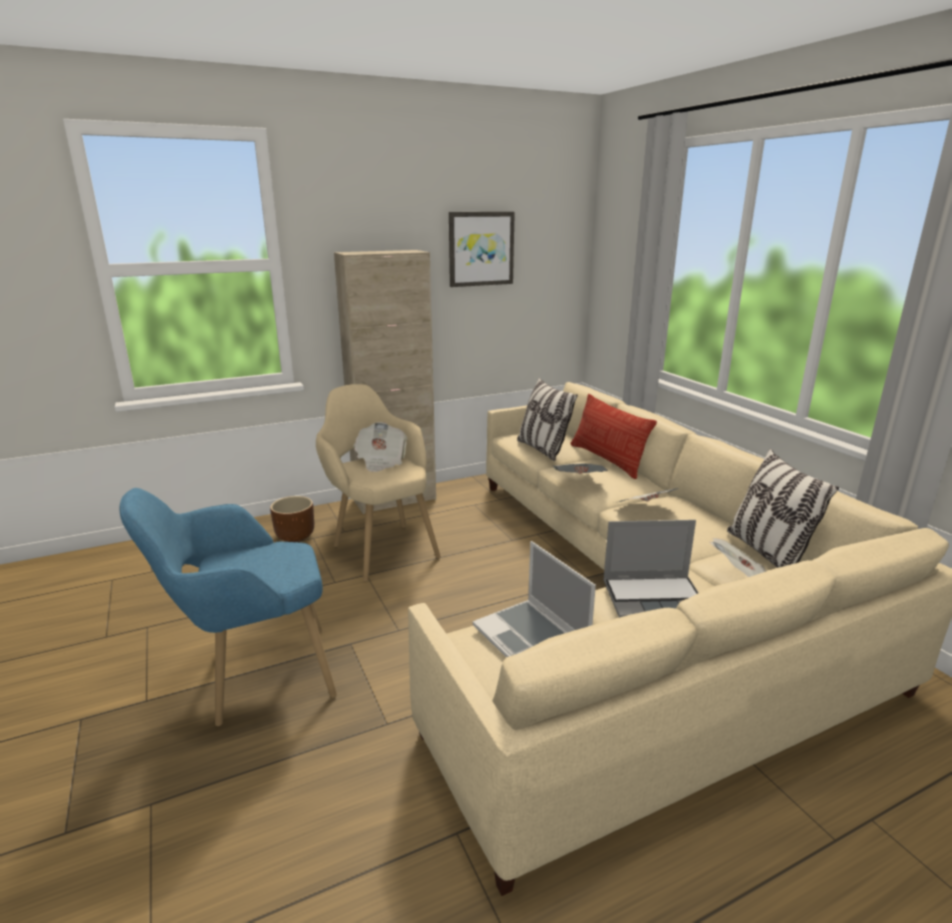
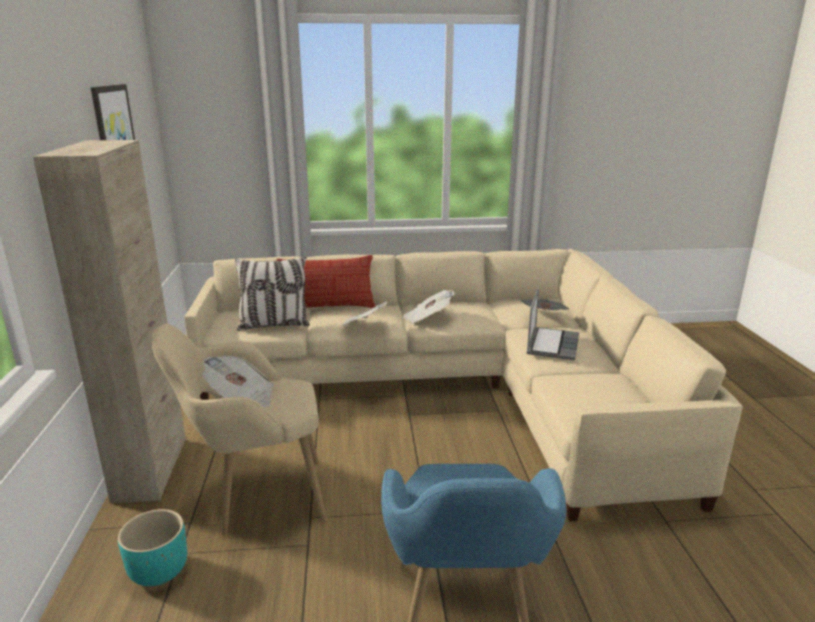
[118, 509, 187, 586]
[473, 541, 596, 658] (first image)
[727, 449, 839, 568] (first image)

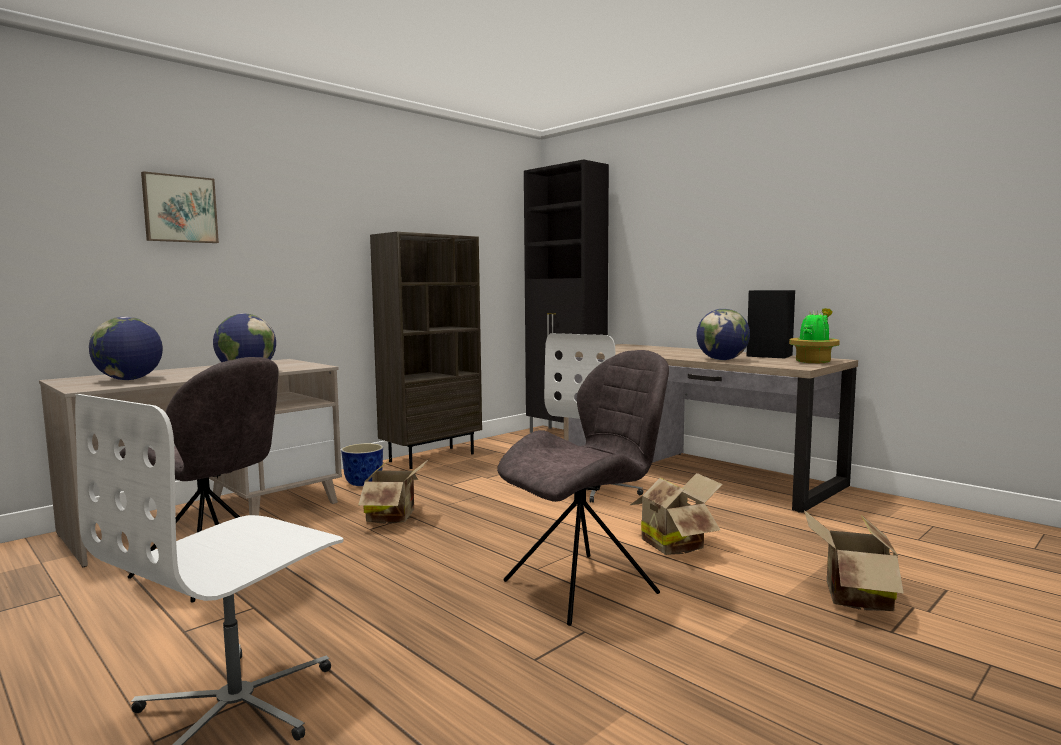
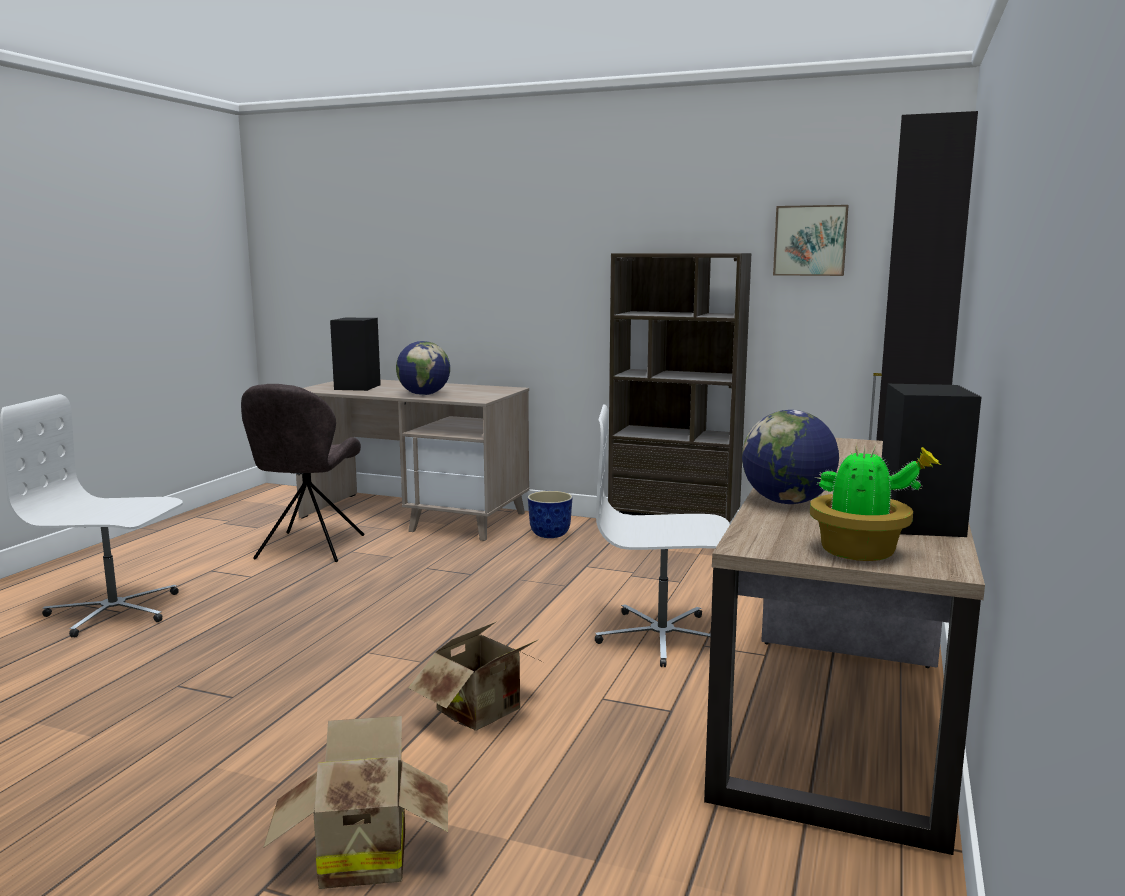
[330, 318, 381, 391]
[773, 205, 849, 276]
[358, 457, 430, 524] (first image)
[497, 350, 669, 626] (first image)

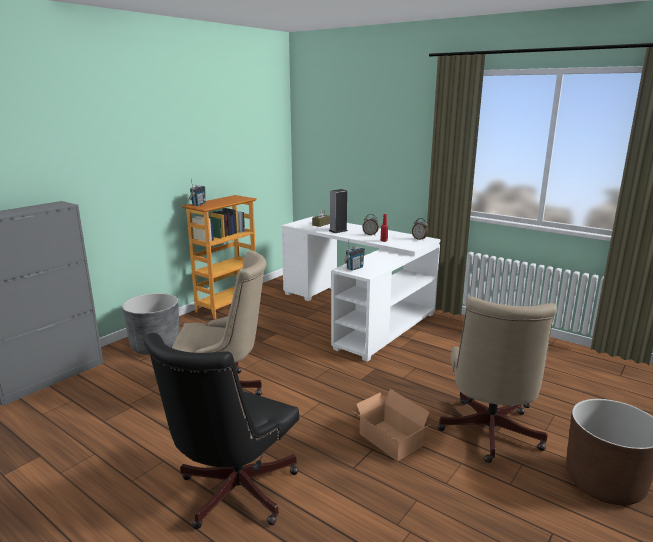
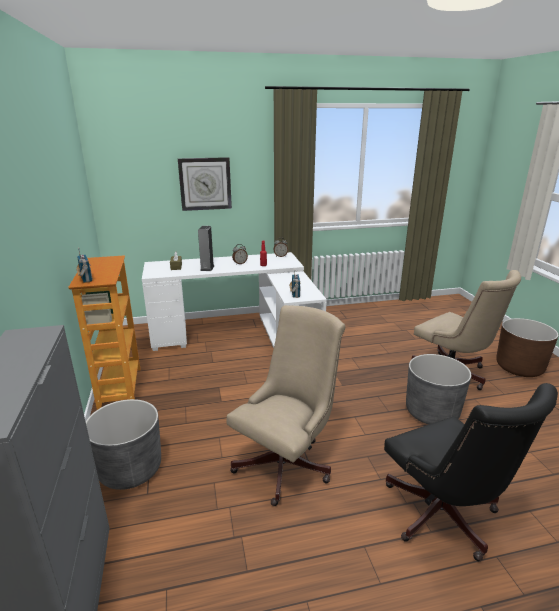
[178, 157, 232, 211]
[406, 354, 471, 425]

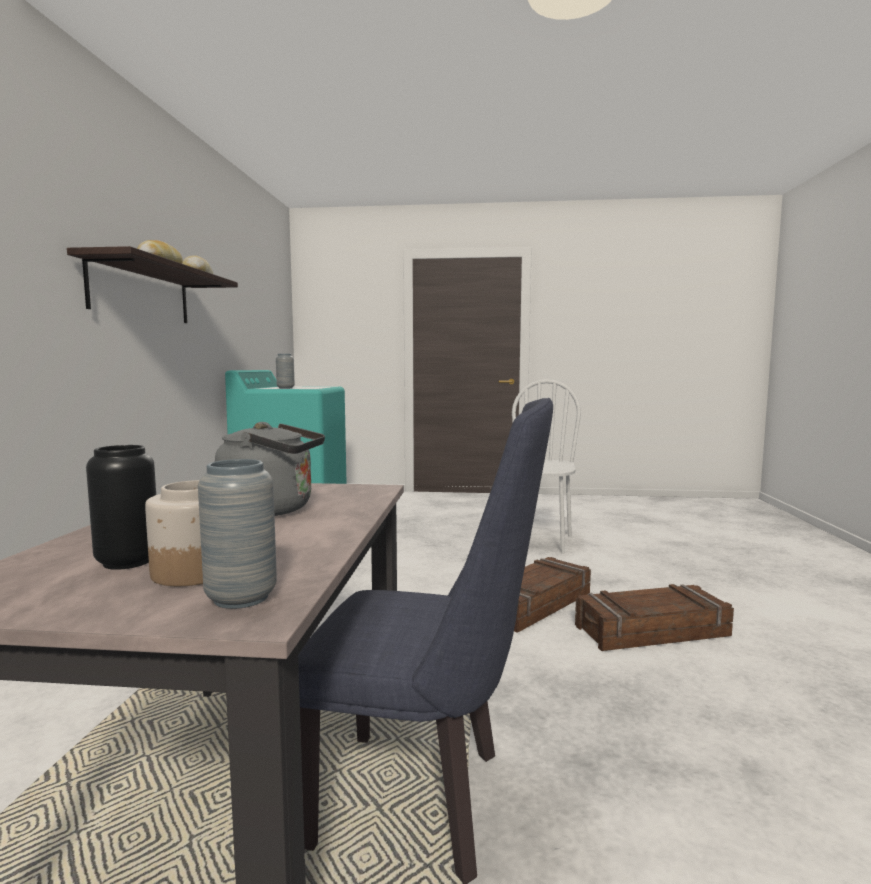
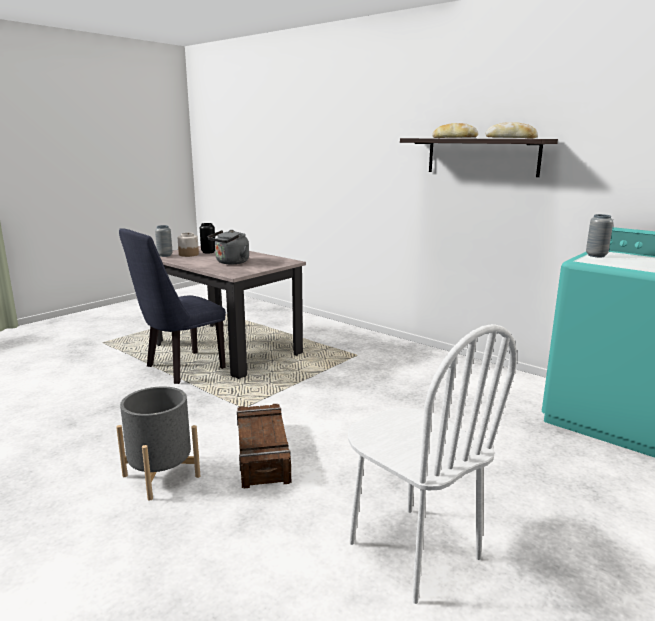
[116, 386, 200, 501]

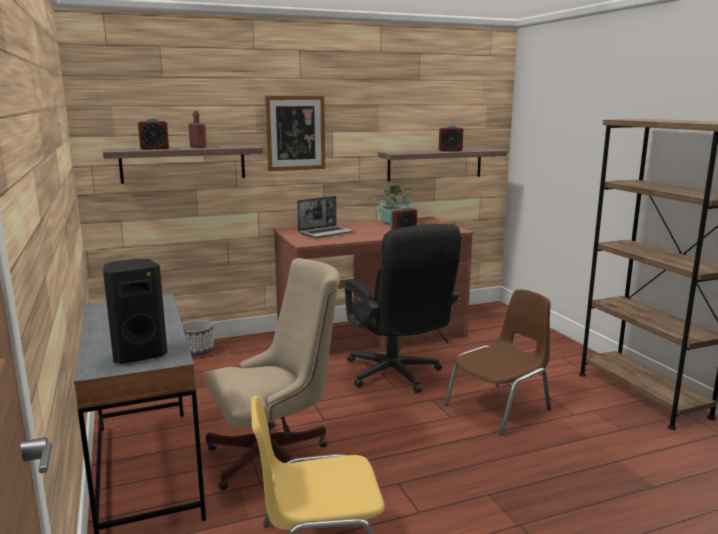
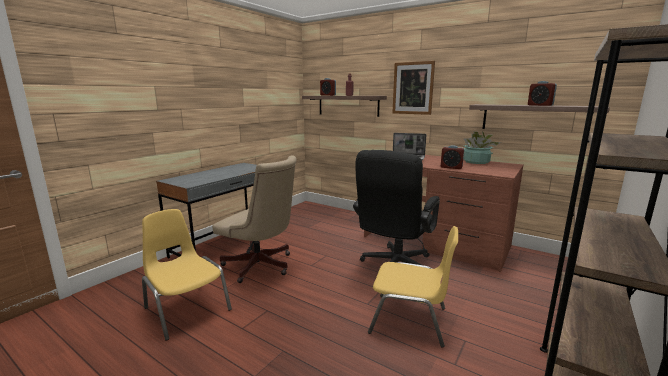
[368, 226, 458, 348]
[103, 259, 168, 364] (first image)
[182, 320, 215, 356] (first image)

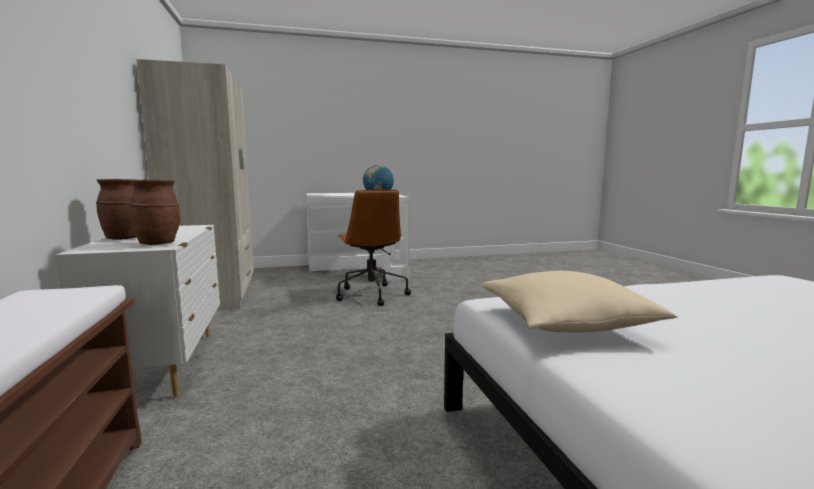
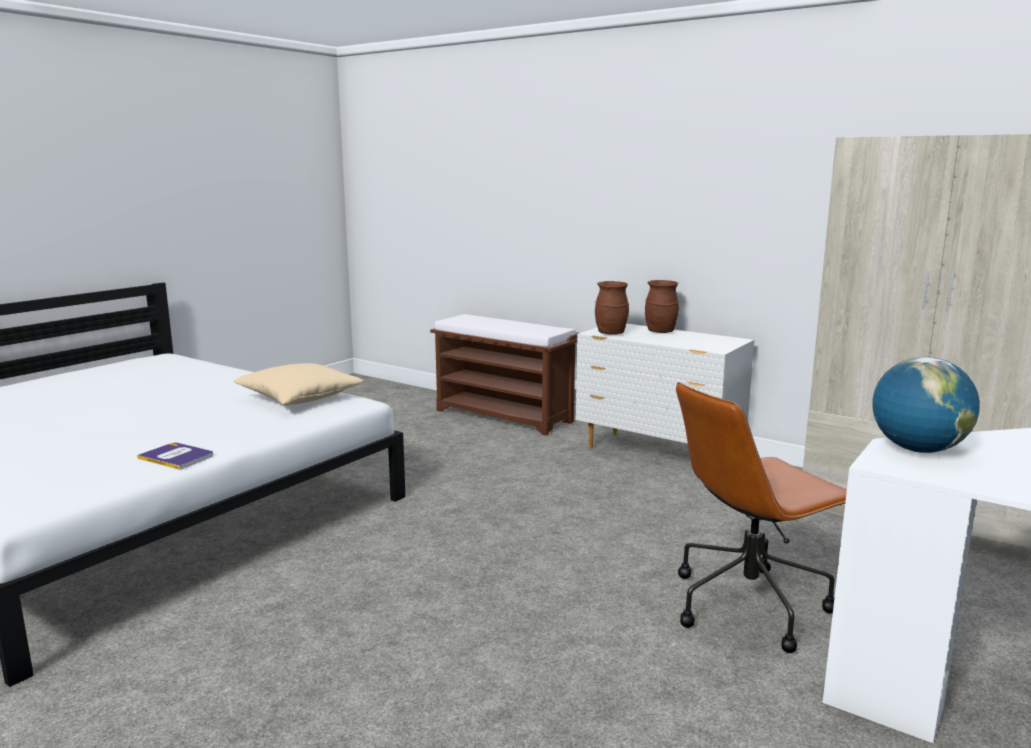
[137, 443, 213, 470]
[676, 382, 847, 653]

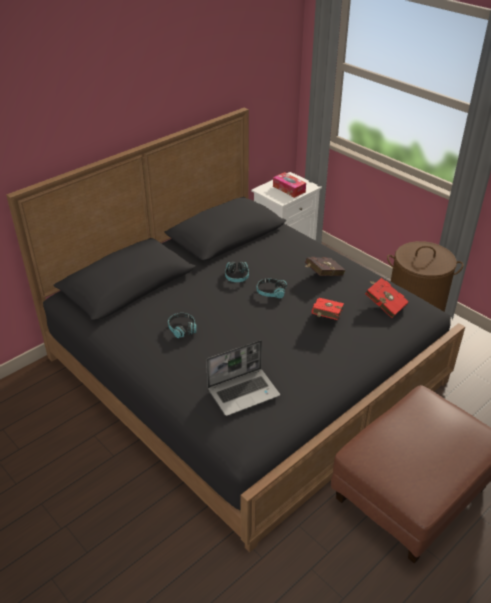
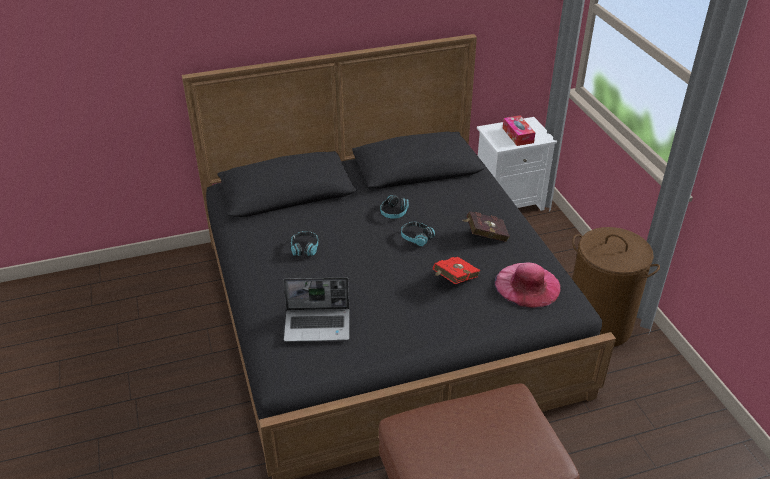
[495, 263, 561, 308]

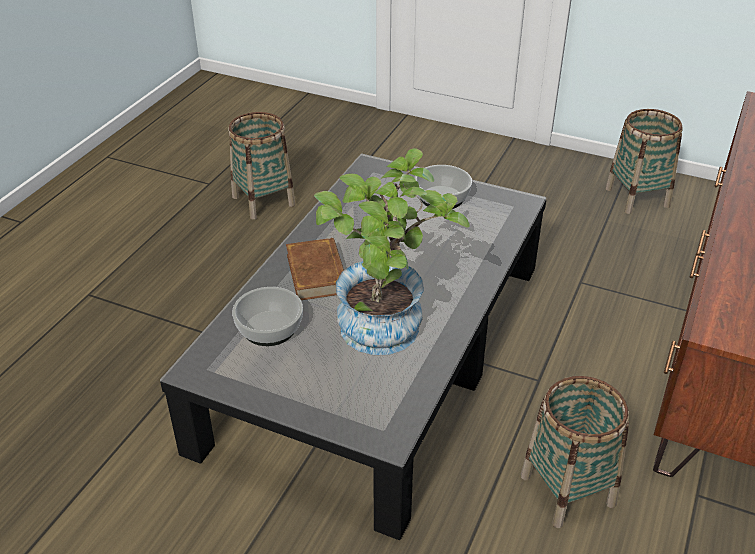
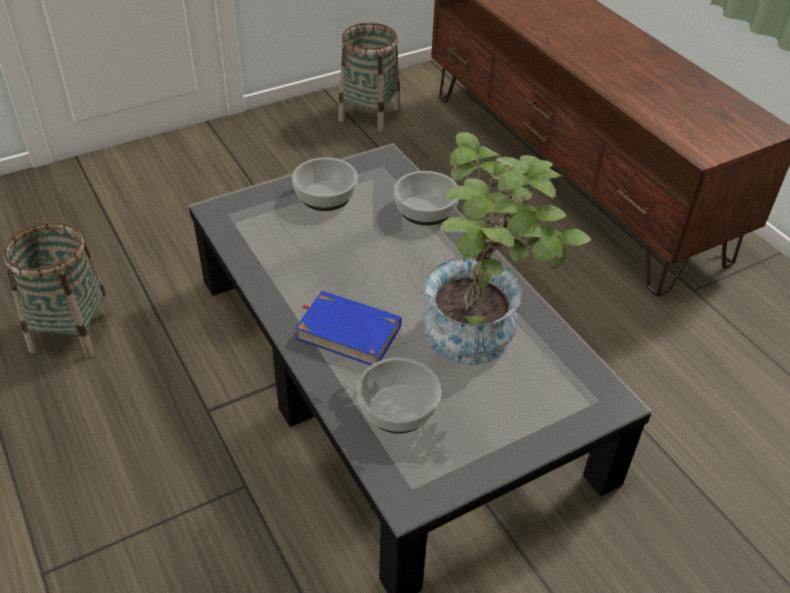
[295, 291, 402, 365]
[393, 171, 459, 226]
[521, 376, 629, 528] (first image)

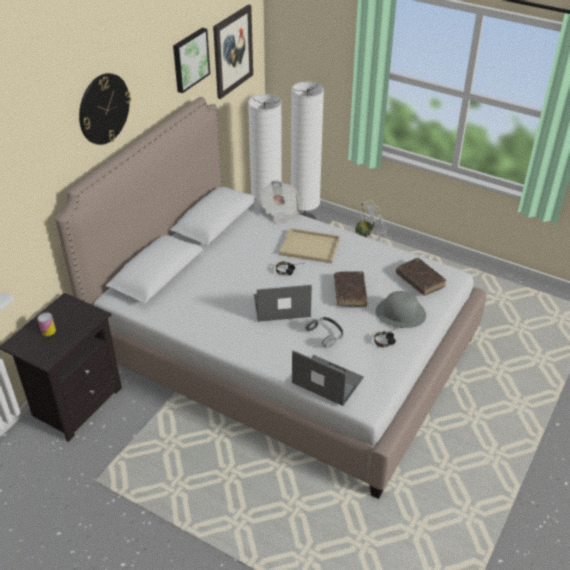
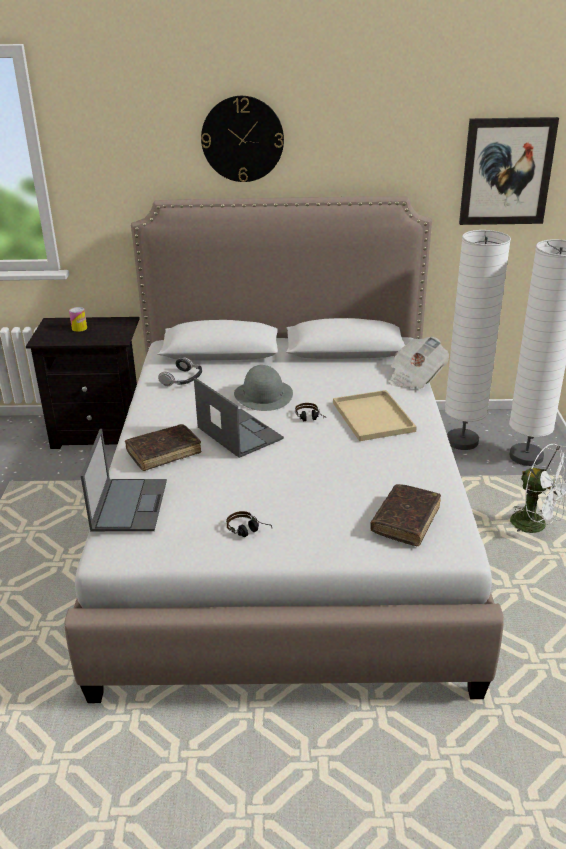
[125, 424, 201, 471]
[158, 357, 202, 386]
[234, 365, 293, 411]
[173, 28, 210, 93] (first image)

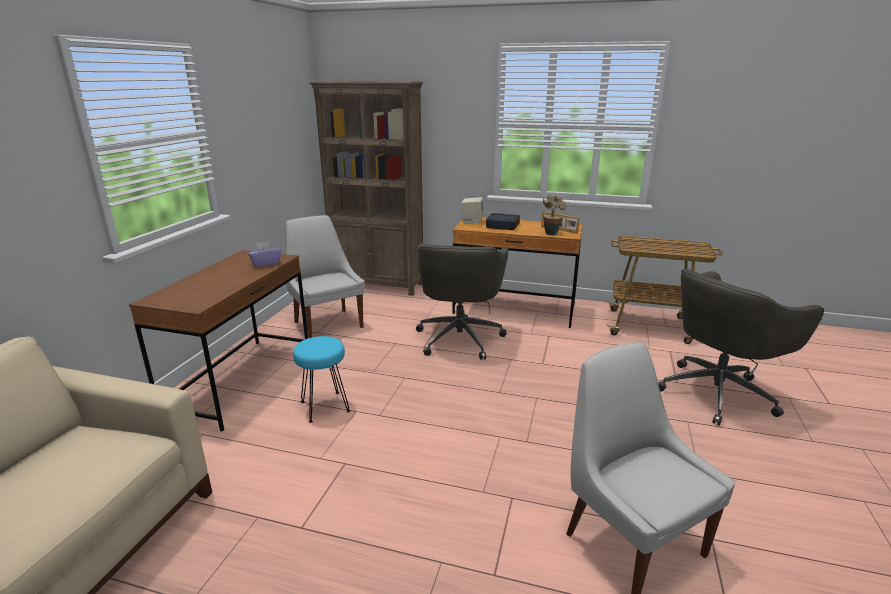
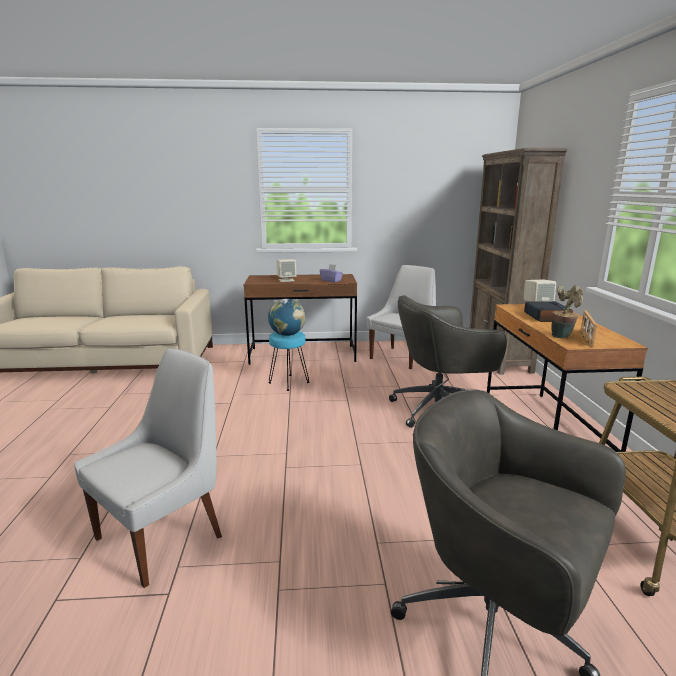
[268, 299, 305, 336]
[276, 259, 297, 282]

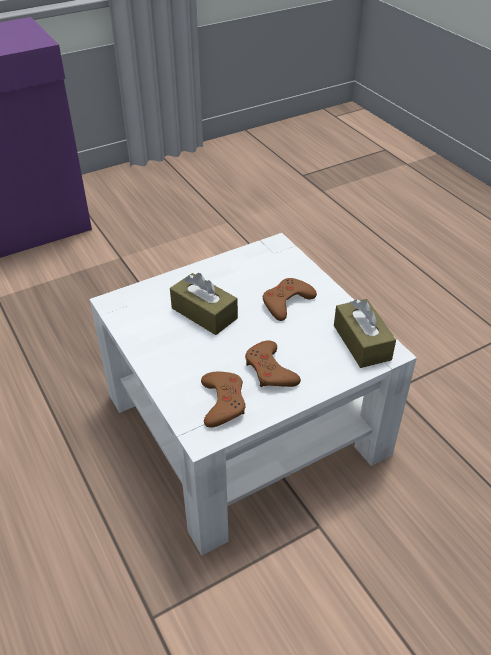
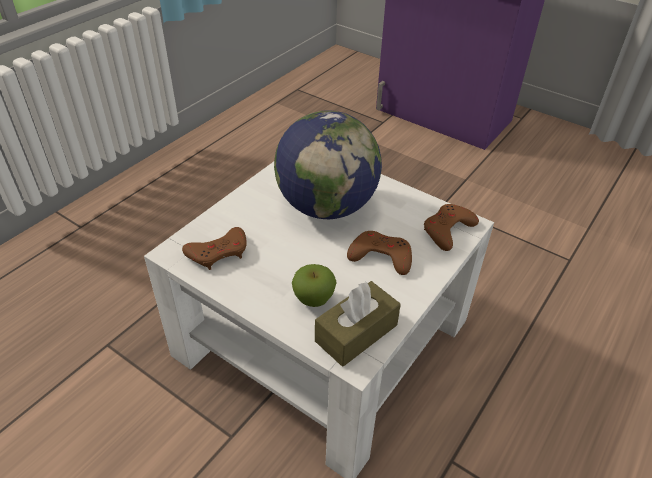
[274, 110, 382, 219]
[292, 264, 337, 307]
[424, 204, 479, 251]

